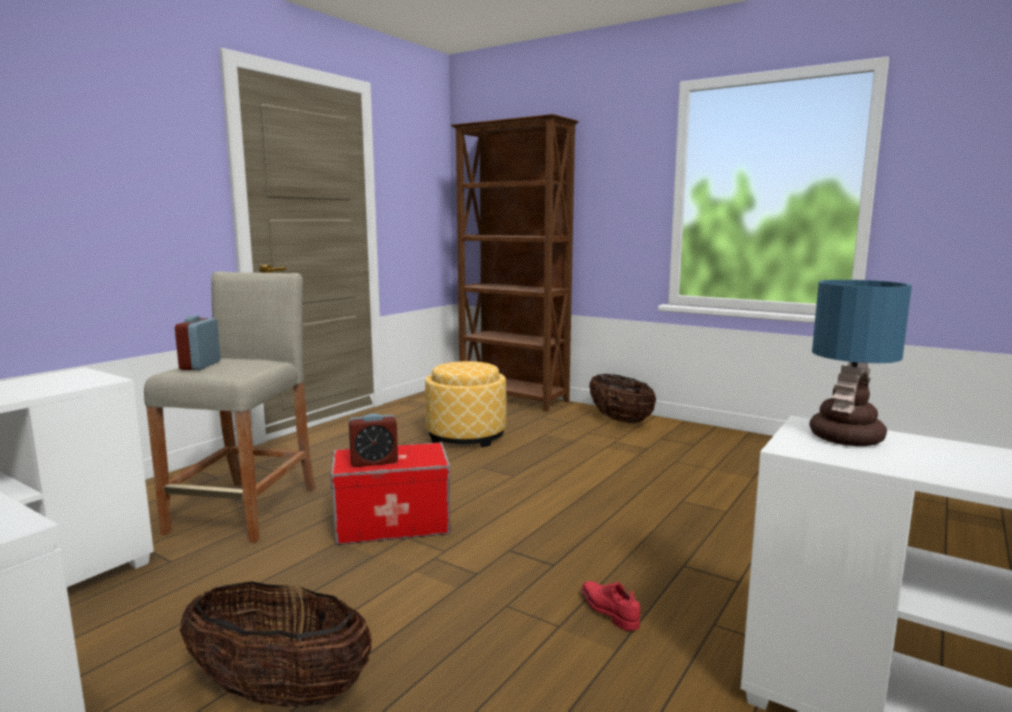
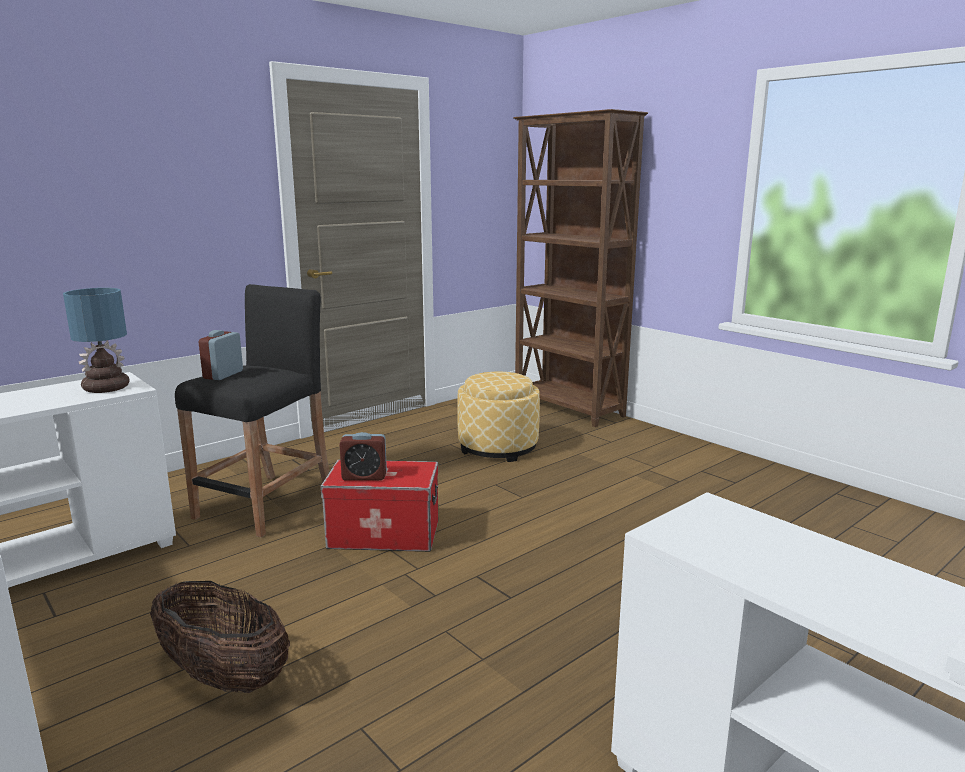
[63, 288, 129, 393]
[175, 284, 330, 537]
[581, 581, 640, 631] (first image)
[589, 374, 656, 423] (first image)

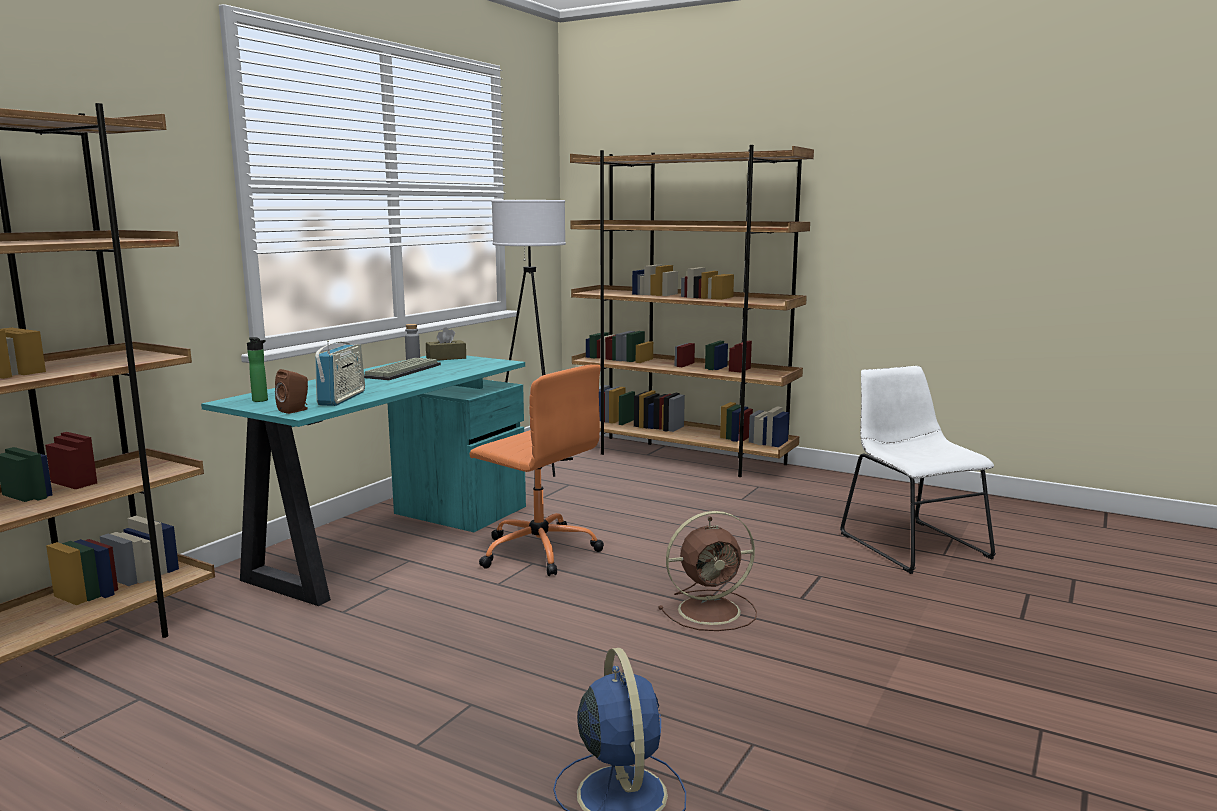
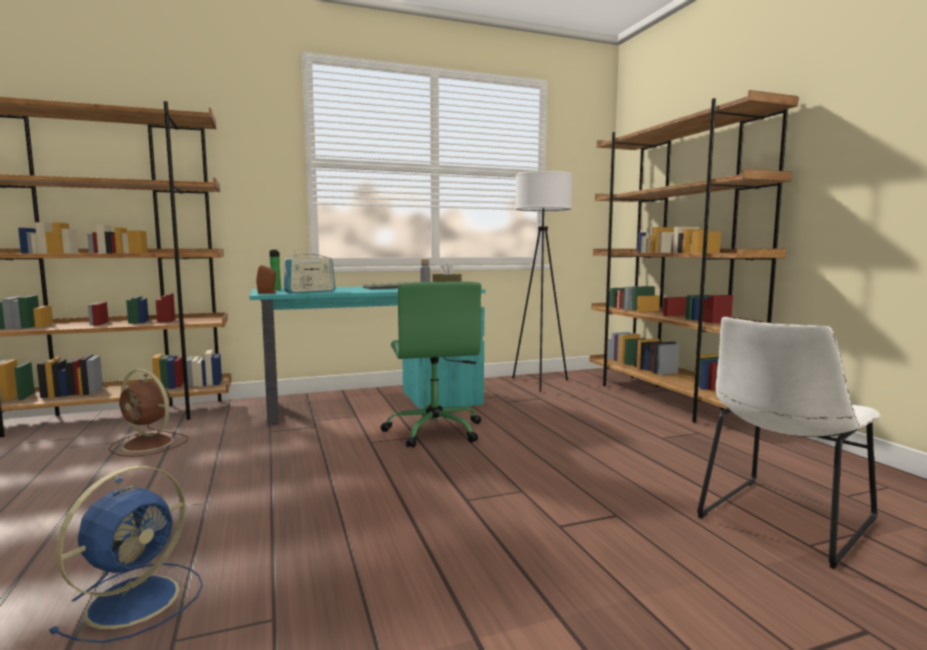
[109, 369, 188, 457]
[381, 282, 481, 448]
[697, 317, 881, 569]

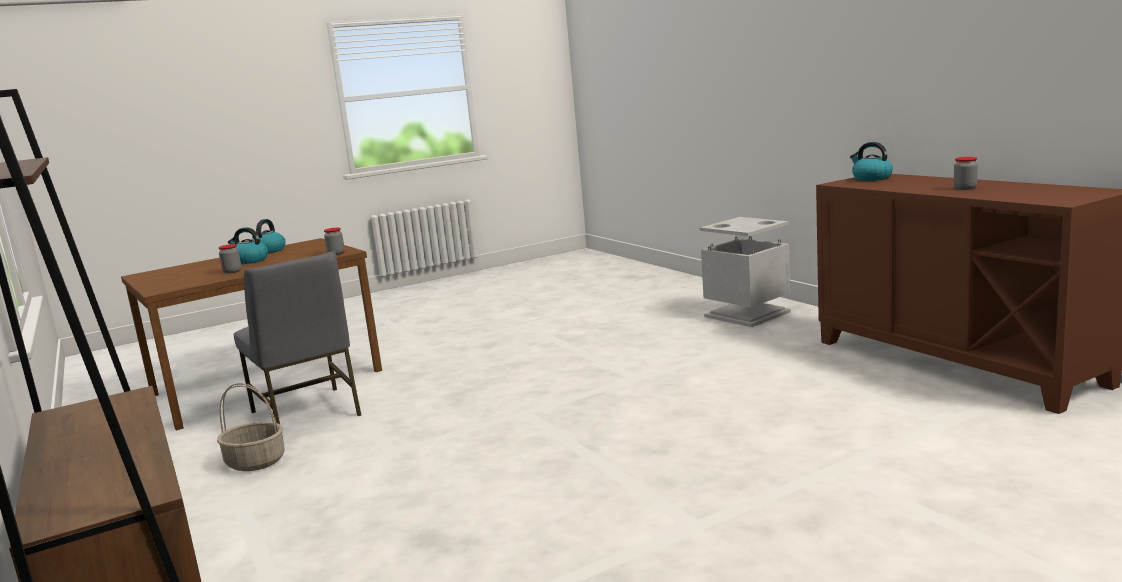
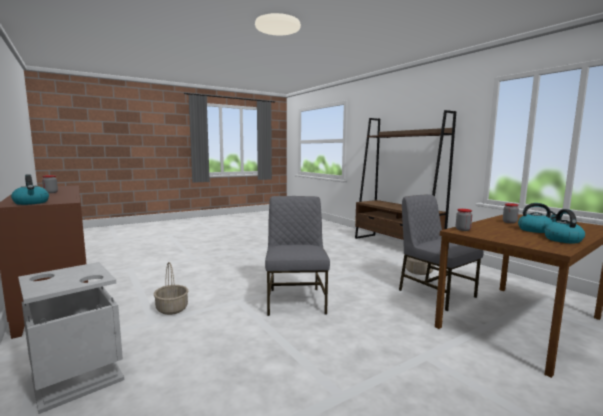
[154, 262, 188, 315]
[265, 196, 330, 316]

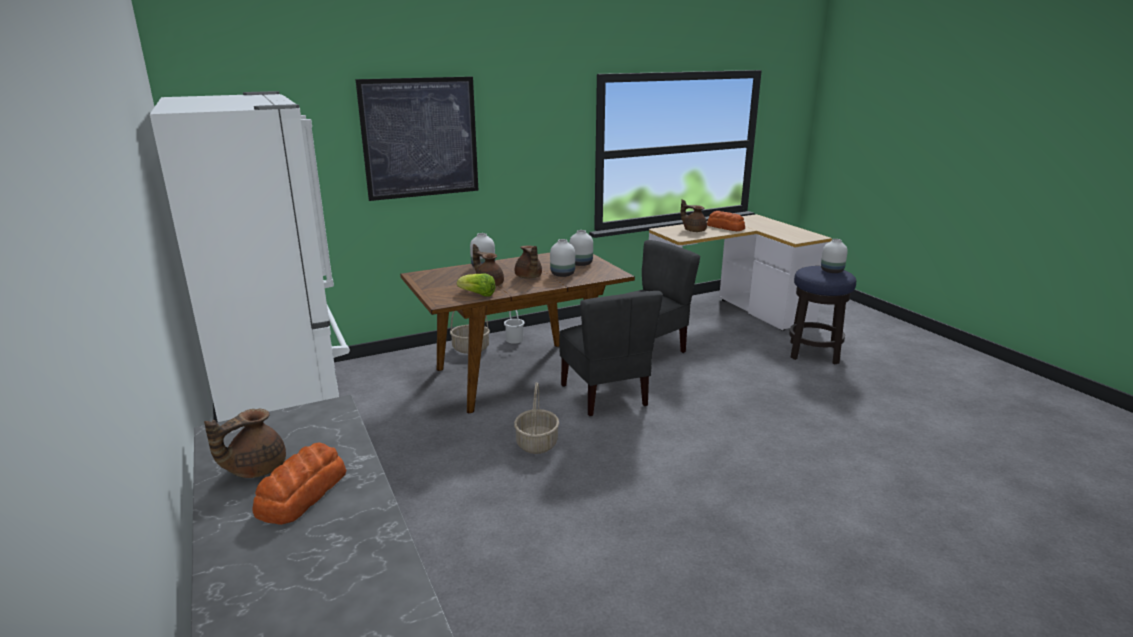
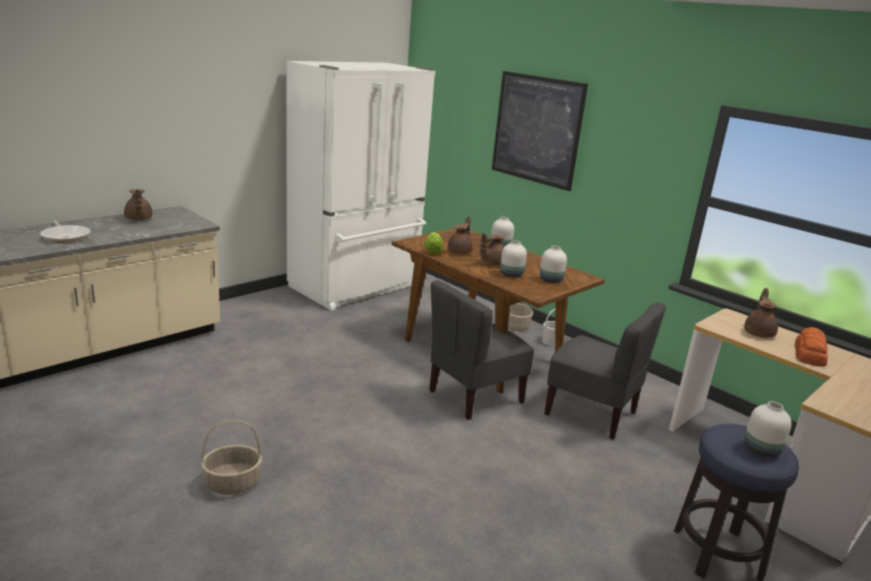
[40, 220, 91, 243]
[124, 189, 152, 220]
[201, 419, 262, 495]
[253, 443, 347, 525] (first image)

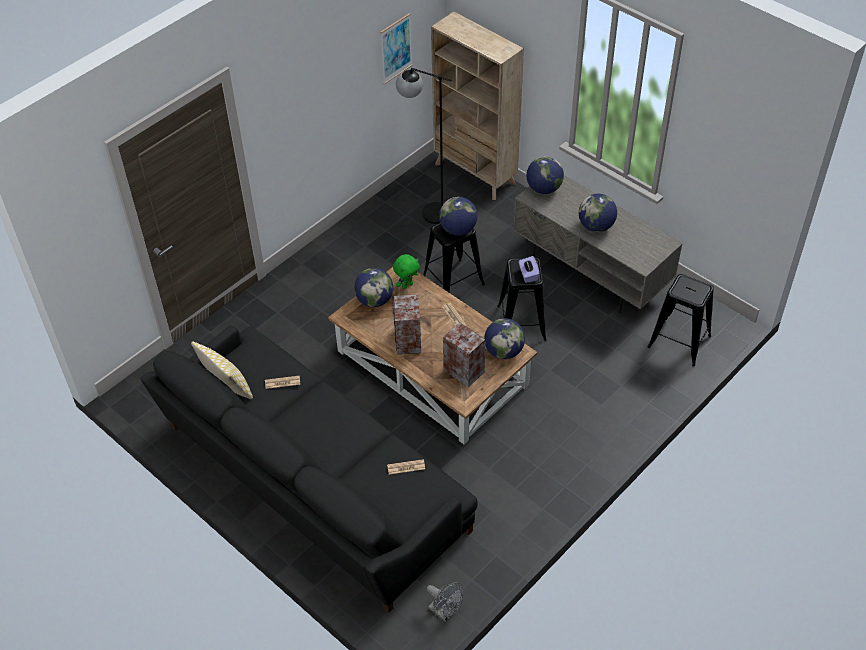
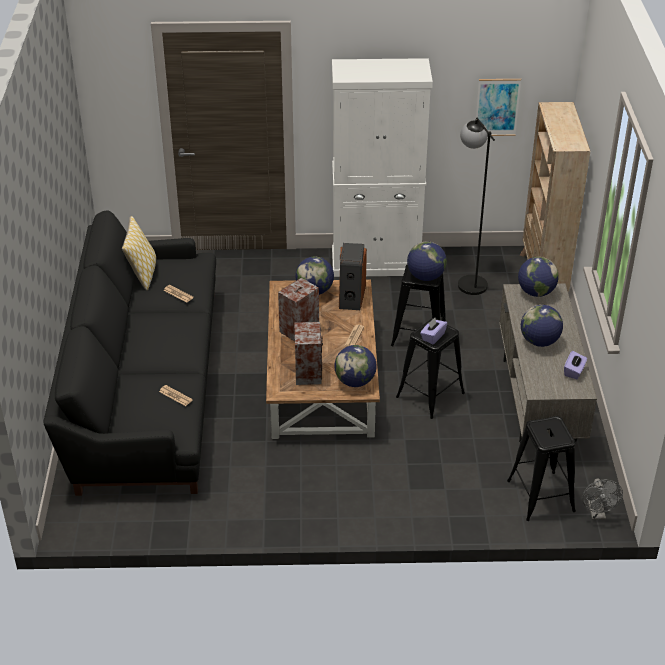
[332, 58, 433, 277]
[339, 243, 367, 310]
[564, 351, 587, 379]
[582, 478, 623, 520]

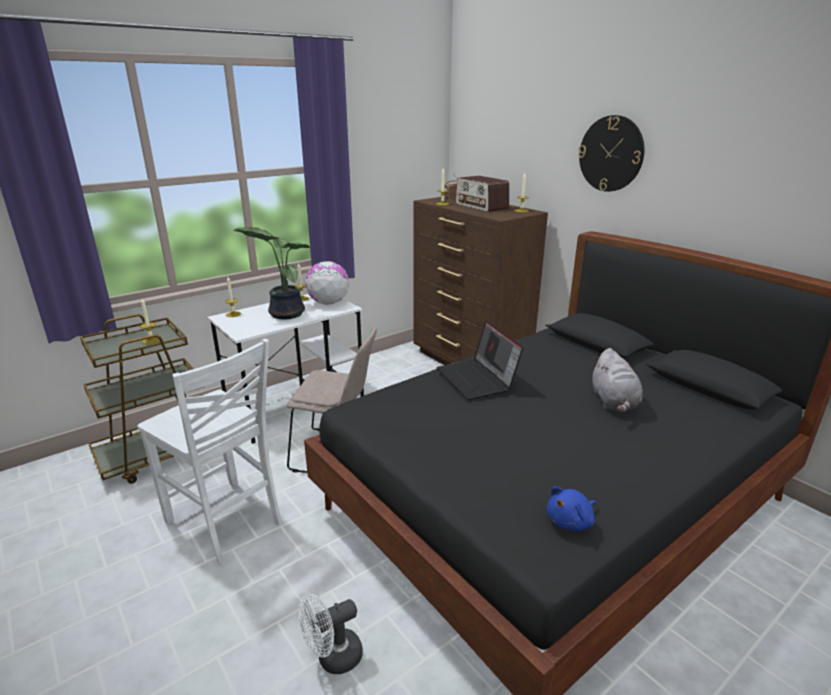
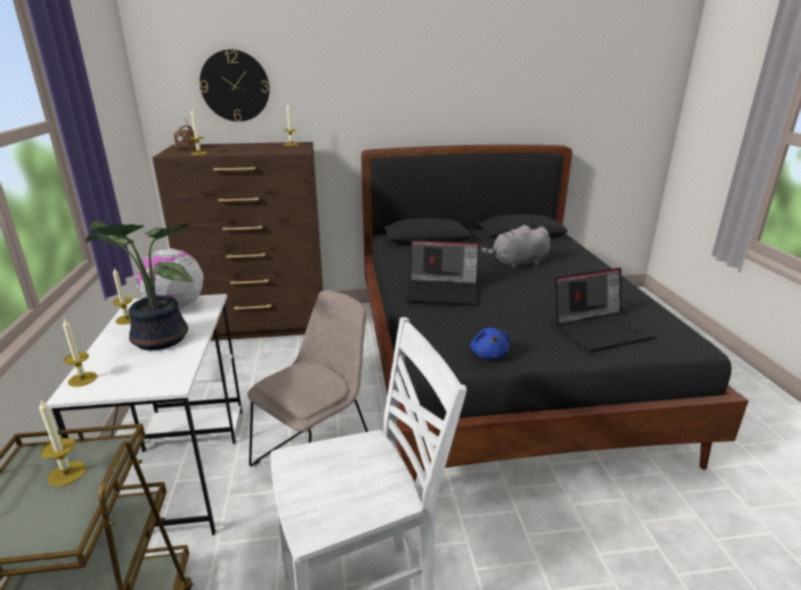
[200, 50, 270, 122]
[470, 327, 510, 359]
[480, 225, 550, 269]
[555, 268, 656, 352]
[299, 593, 363, 674] (first image)
[455, 176, 509, 212] (first image)

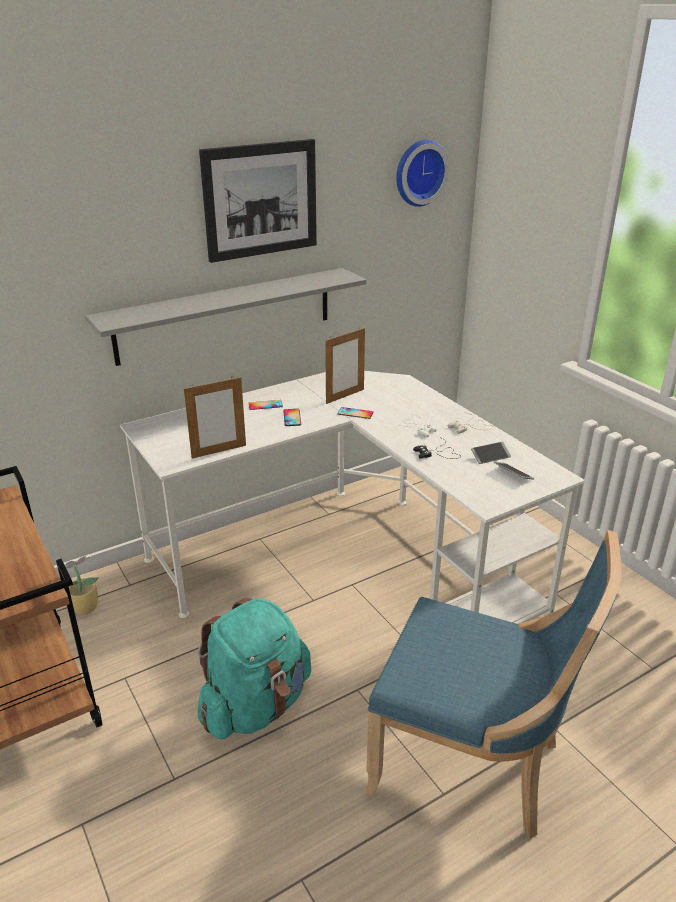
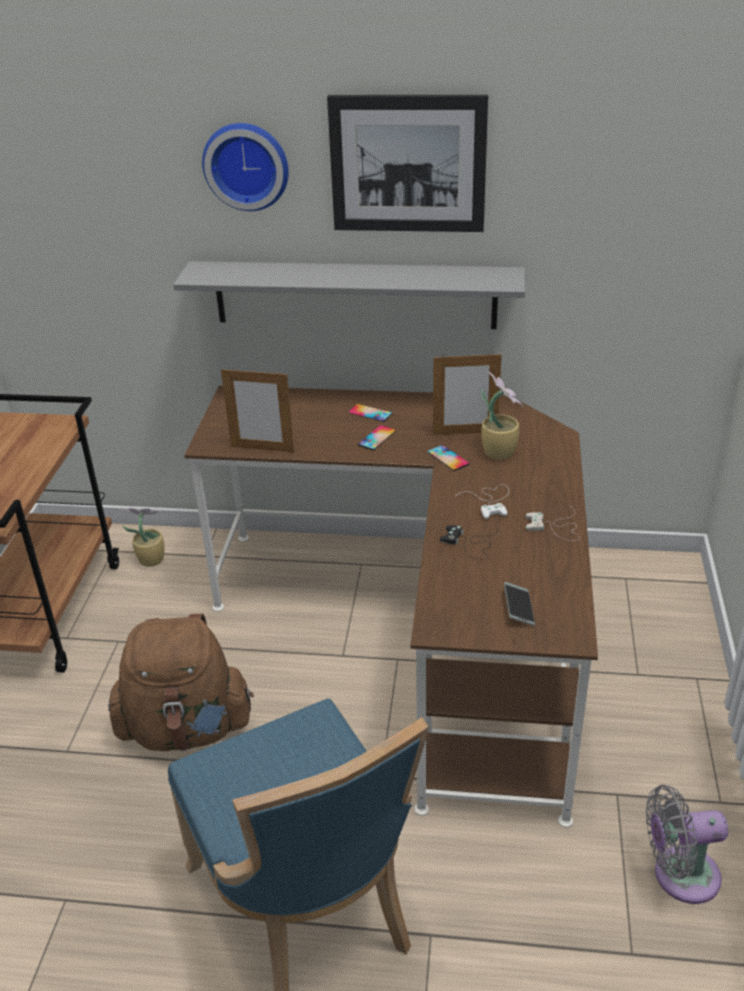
[108, 614, 254, 751]
[184, 386, 598, 828]
[202, 123, 289, 211]
[481, 372, 523, 460]
[646, 785, 728, 904]
[471, 442, 511, 464] (first image)

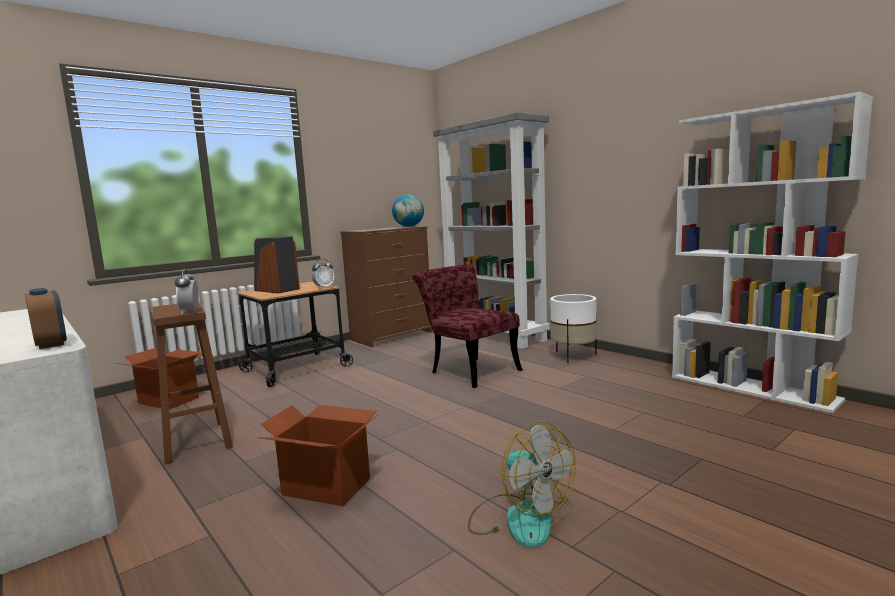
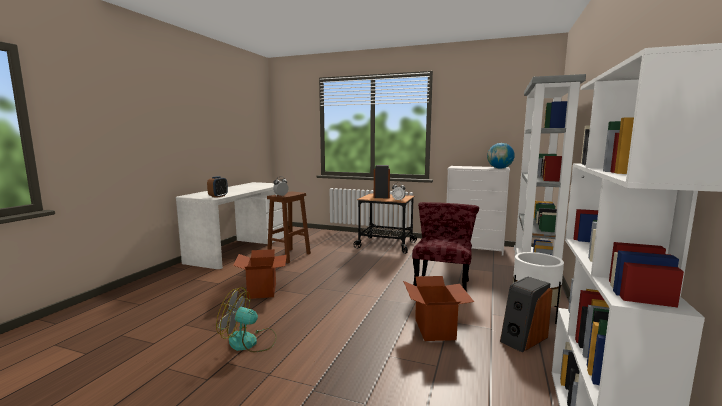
[216, 287, 277, 352]
[403, 276, 474, 341]
[446, 166, 510, 256]
[500, 277, 553, 352]

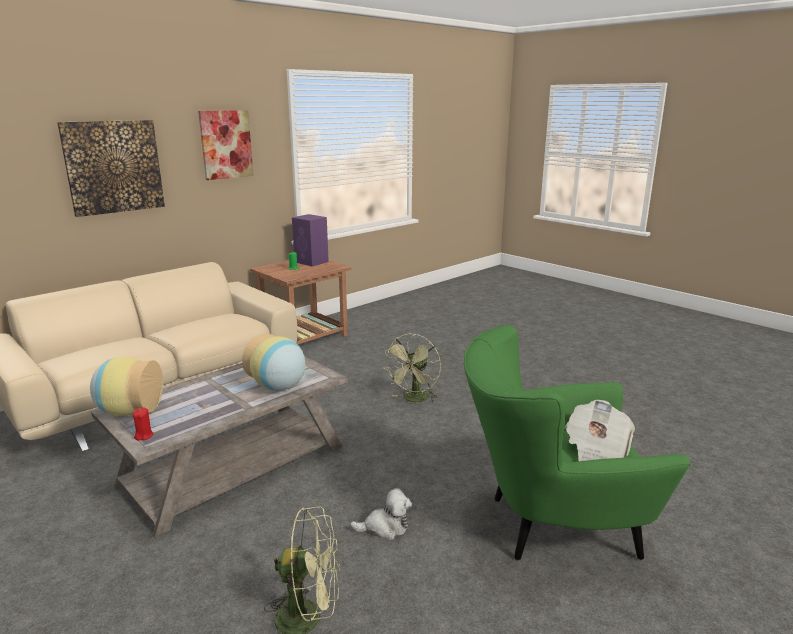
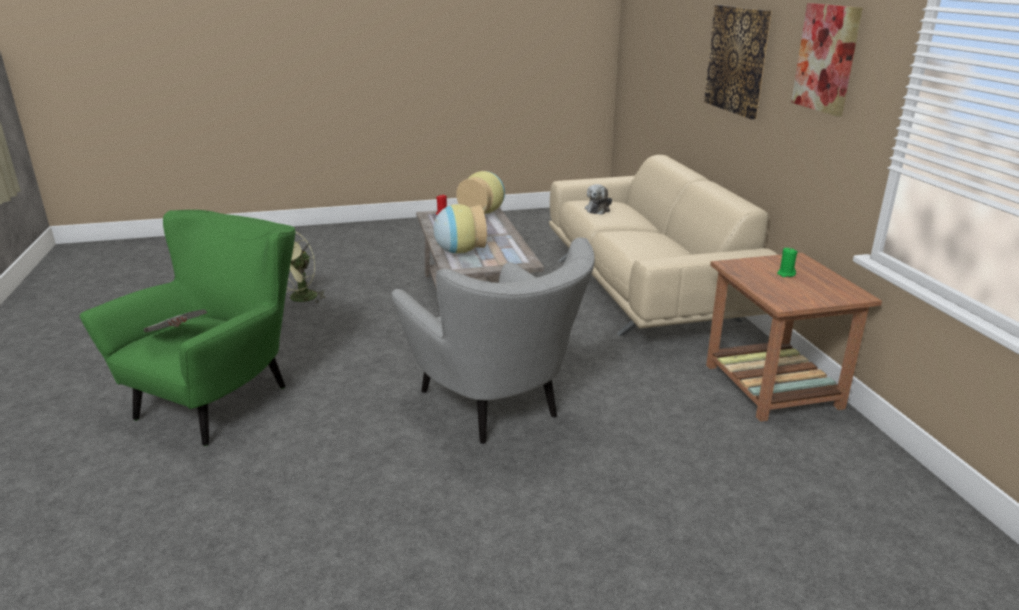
[391, 237, 595, 444]
[585, 184, 612, 215]
[292, 214, 329, 267] (first image)

